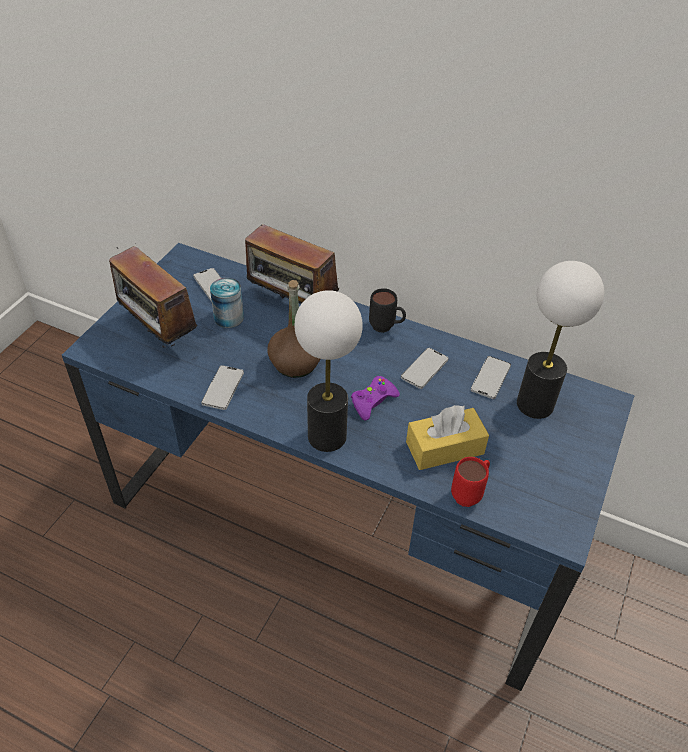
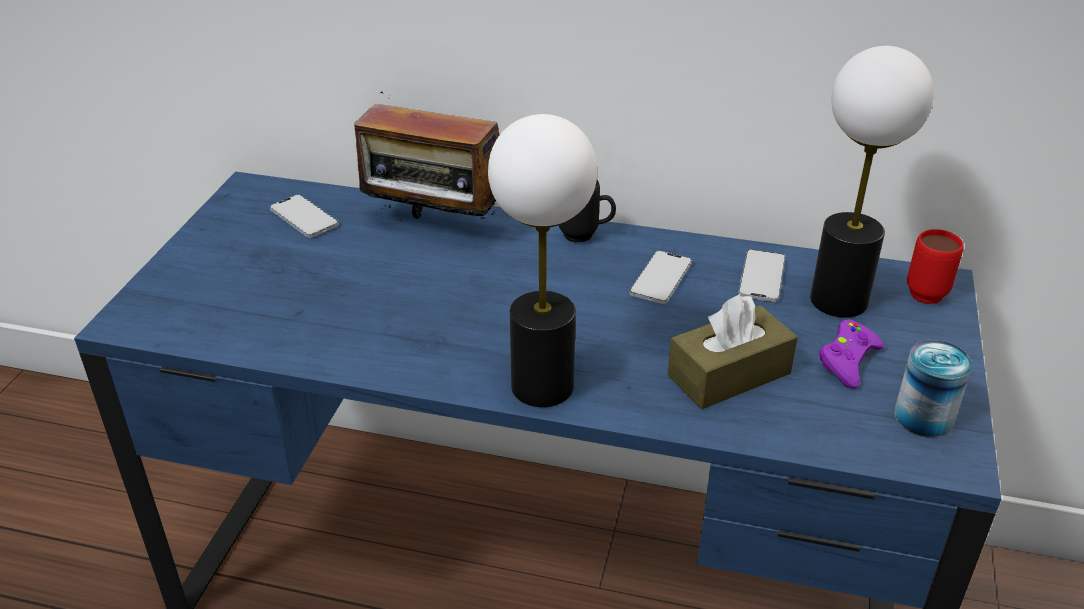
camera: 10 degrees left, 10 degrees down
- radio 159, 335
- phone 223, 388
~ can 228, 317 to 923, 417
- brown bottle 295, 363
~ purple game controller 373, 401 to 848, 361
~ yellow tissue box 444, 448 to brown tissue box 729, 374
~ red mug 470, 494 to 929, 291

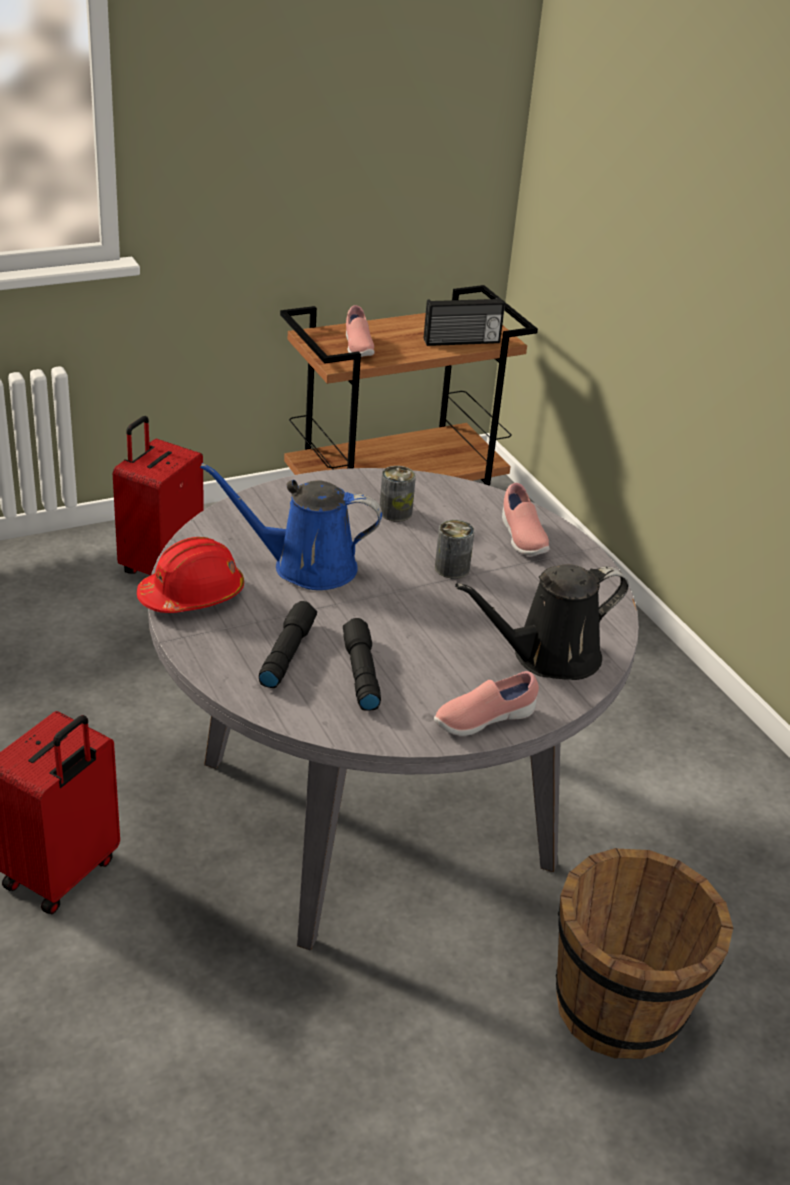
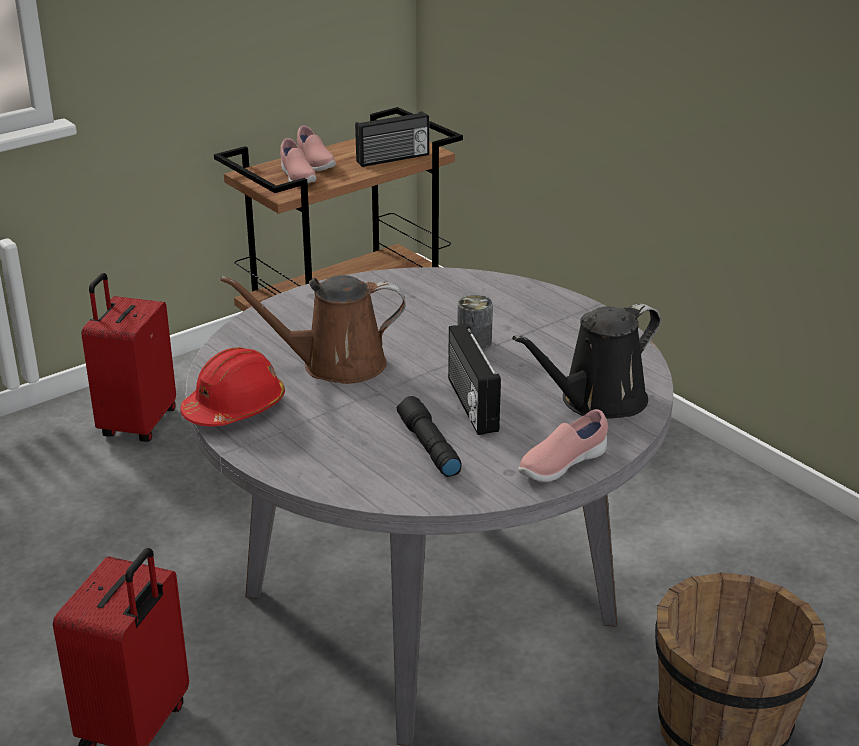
camera: 10 degrees left, 5 degrees down
~ blue watering can 306, 566 to brown watering can 335, 365
- black flashlight 286, 653
- can 395, 512
~ pink shoe 521, 538 to 314, 163
+ radio 470, 405

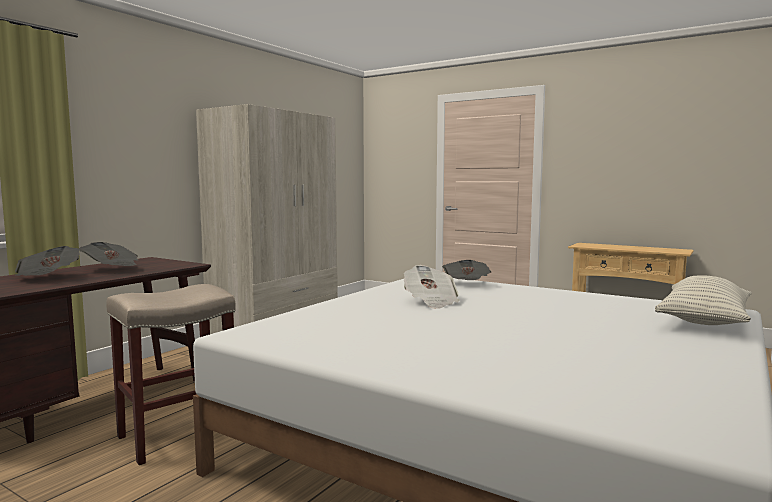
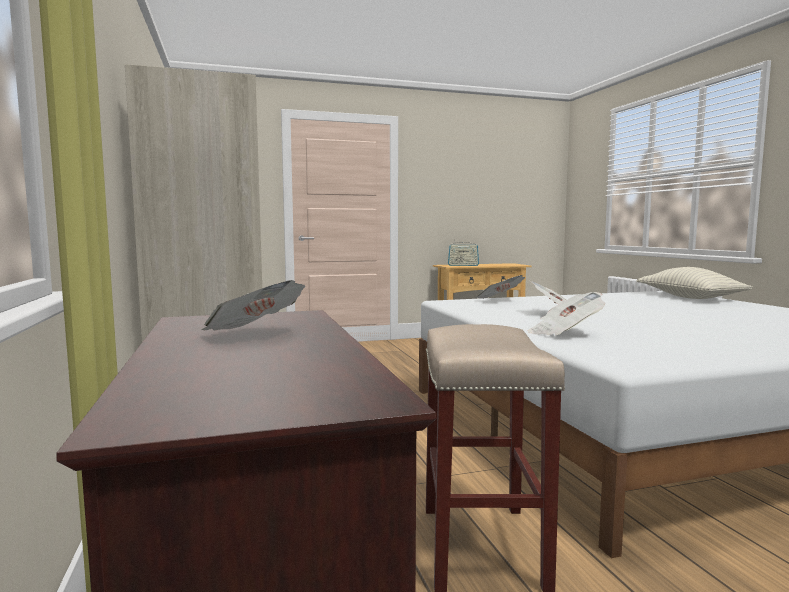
camera: 50 degrees left, 0 degrees up
~ newspaper 49, 278 to 564, 333
+ radio 463, 265

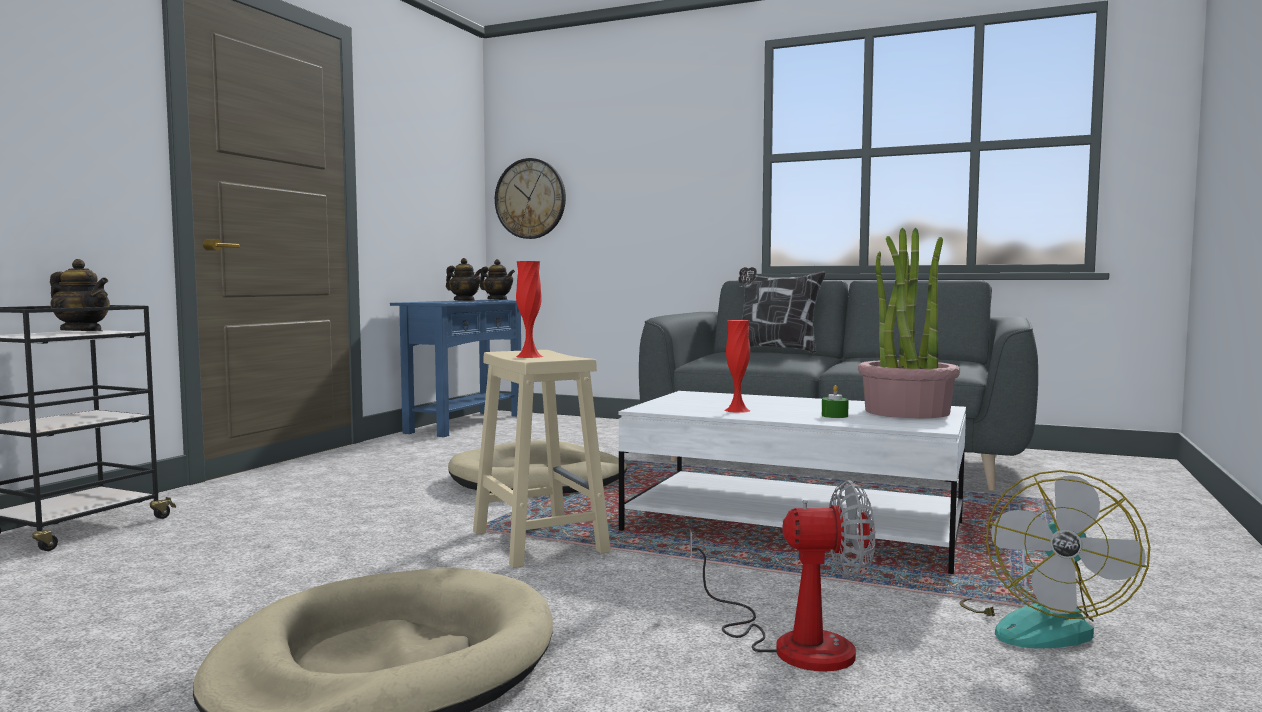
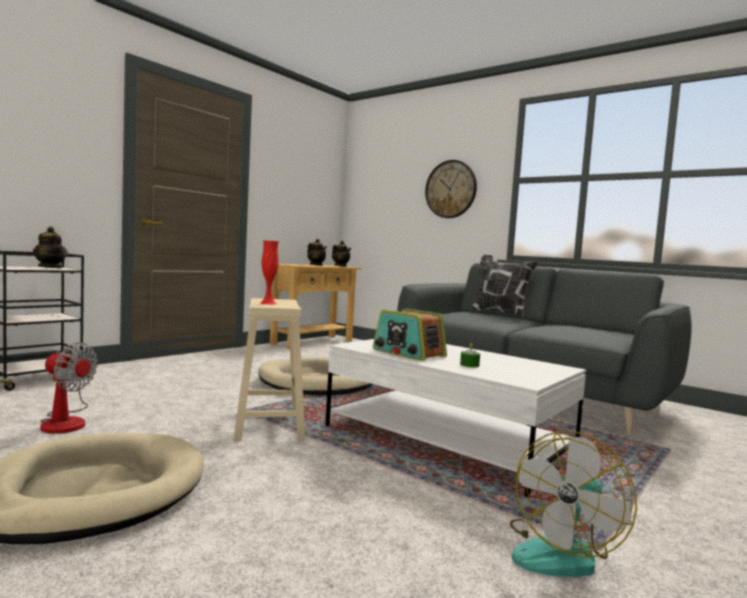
camera: 15 degrees right, 0 degrees up
~ blue console table 466, 424 to beige console table 312, 342
~ wall clock 530, 199 to 451, 189
~ fan 792, 642 to 66, 421
~ red vase 737, 410 to radio 408, 353
- potted plant 906, 412

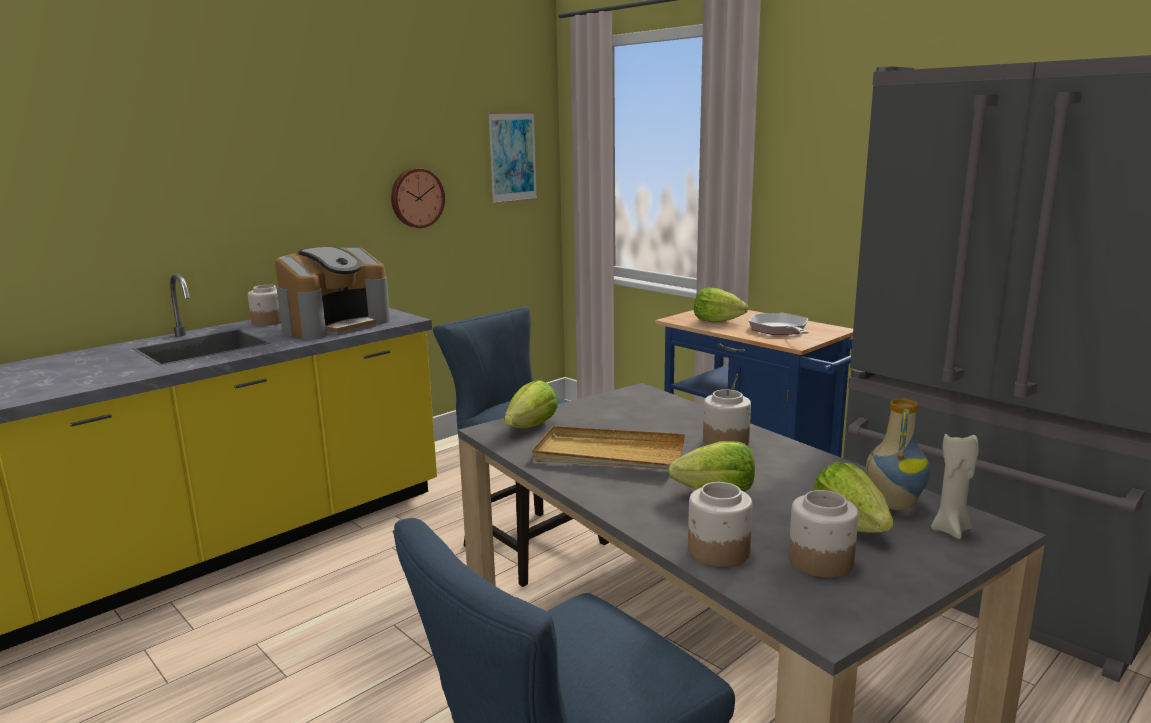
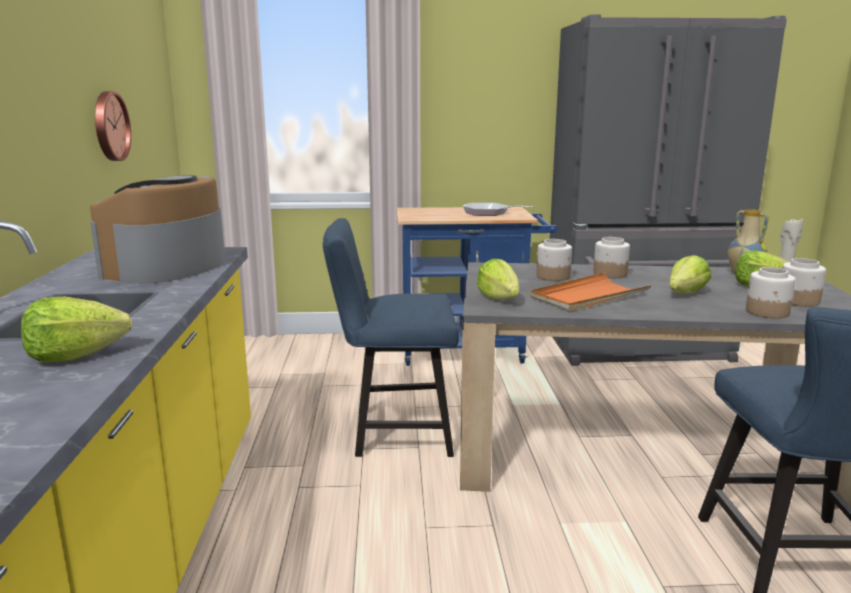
camera: 50 degrees left, 0 degrees up
~ jar 269, 321 to 553, 276
~ coffee machine 335, 325 = 167, 267 150 degrees counterclockwise
- picture 512, 157
~ beige tray 608, 454 to orange tray 588, 296
~ lettuce 717, 321 to 75, 356

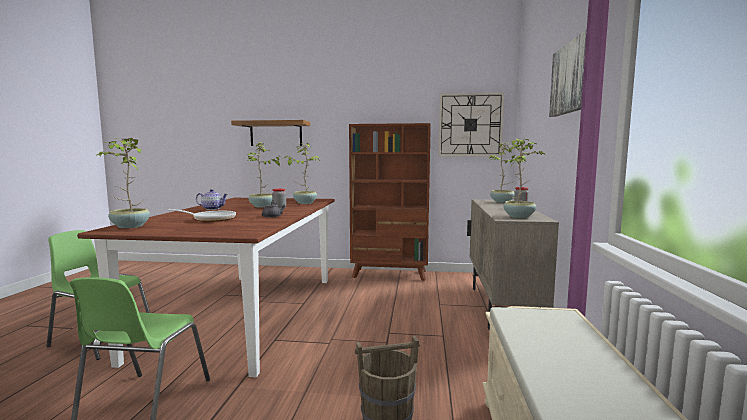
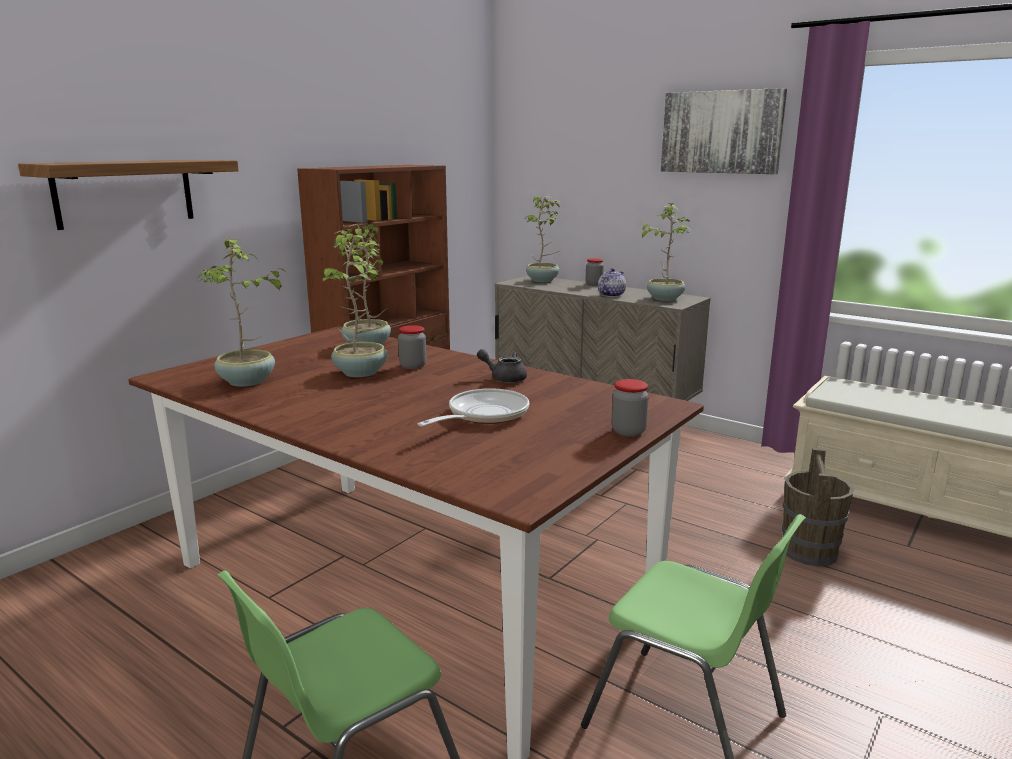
camera: 60 degrees left, 10 degrees up
~ potted plant 129, 226 to 247, 382
~ teapot 212, 209 to 610, 295
- wall clock 470, 125
+ jar 628, 431

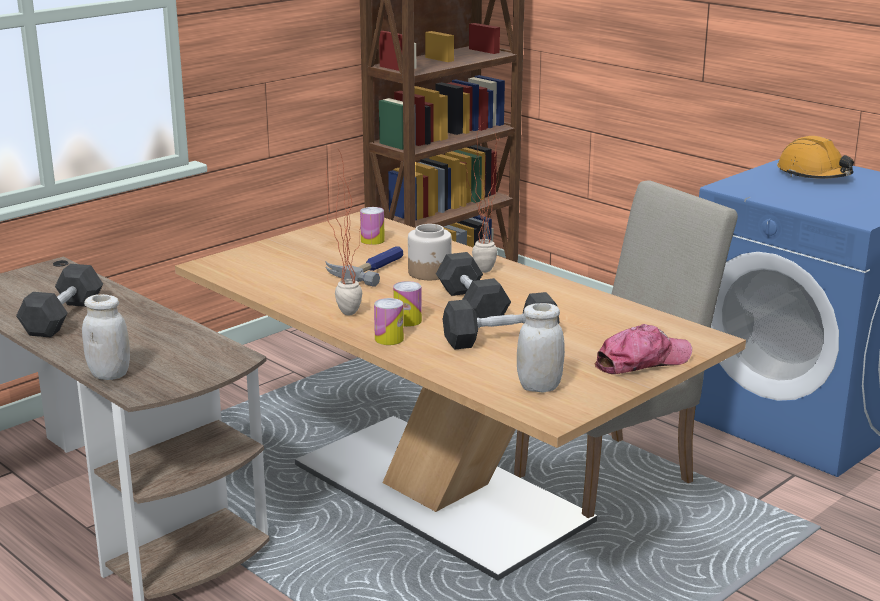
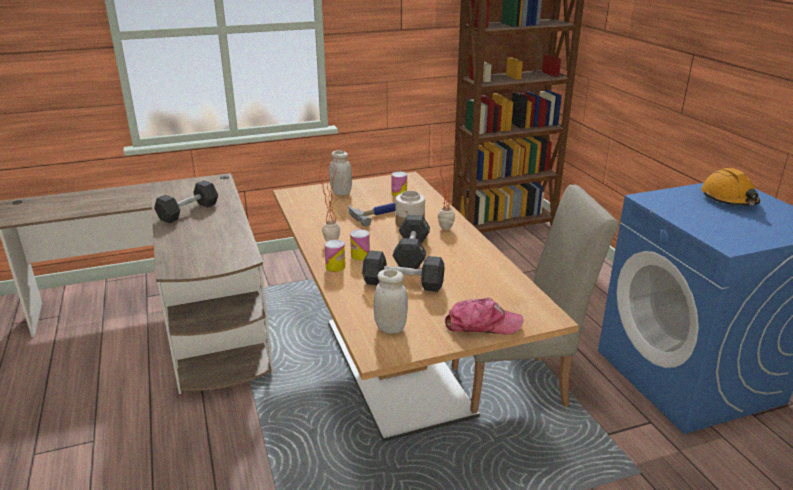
camera: 25 degrees right, 5 degrees up
~ white jar 109, 374 to 341, 193

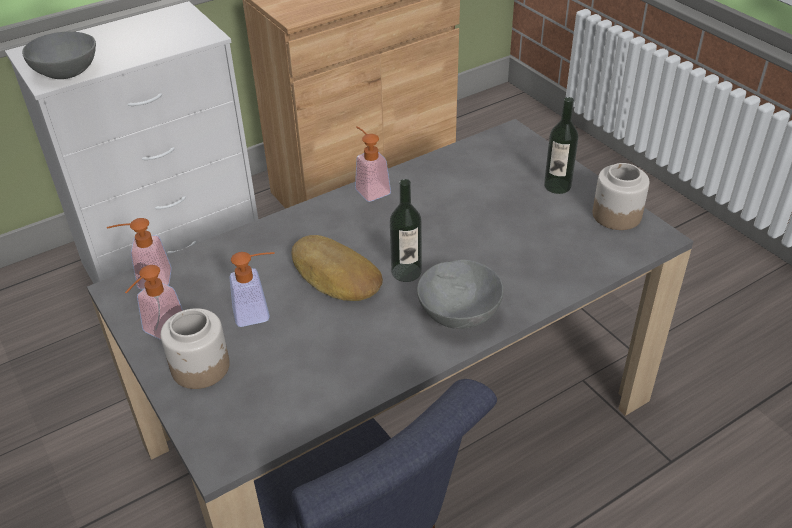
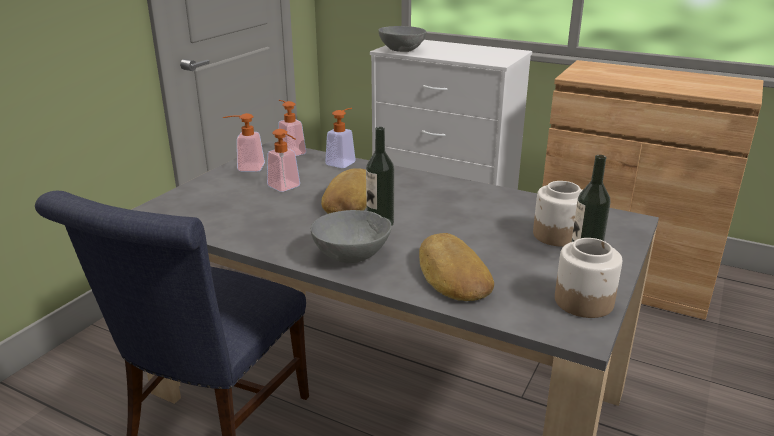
camera: 60 degrees right, 15 degrees down
~ jar 201, 367 to 558, 235
~ soap dispenser 369, 189 to 343, 162
+ bread 451, 276

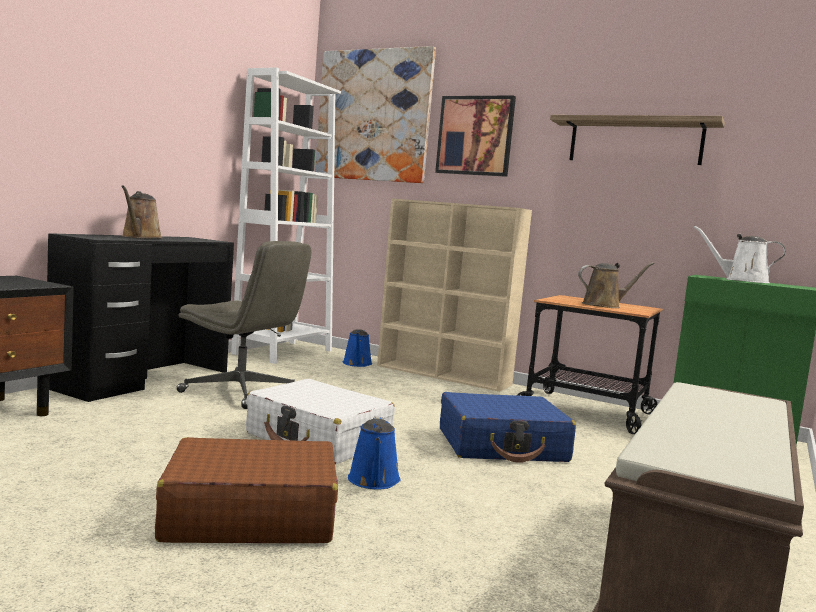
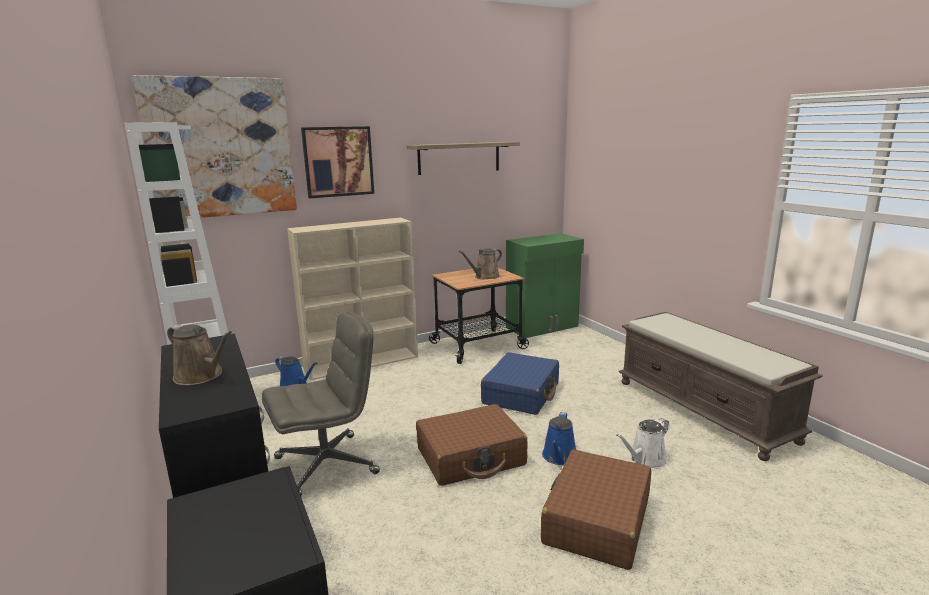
camera: 55 degrees left, 10 degrees up
~ white suitcase 318, 439 to brown suitcase 471, 457
~ blue watering can 374, 481 = 559, 457 75 degrees clockwise
~ brown watering can 604, 305 = 485, 277 150 degrees counterclockwise
~ white watering can 741, 280 to 645, 460

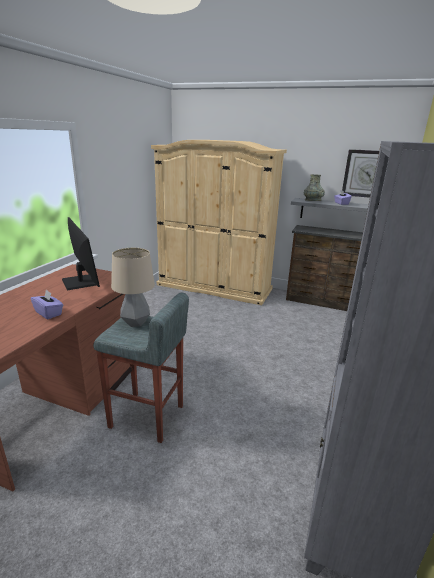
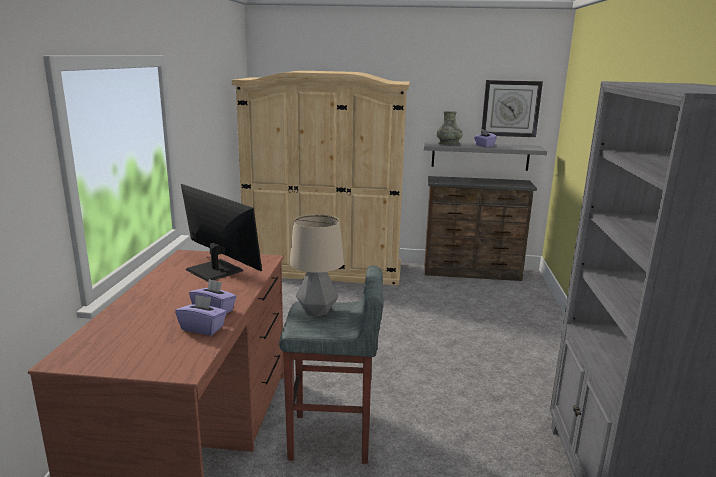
camera: 15 degrees left, 5 degrees down
+ purple tissue box 203, 328

